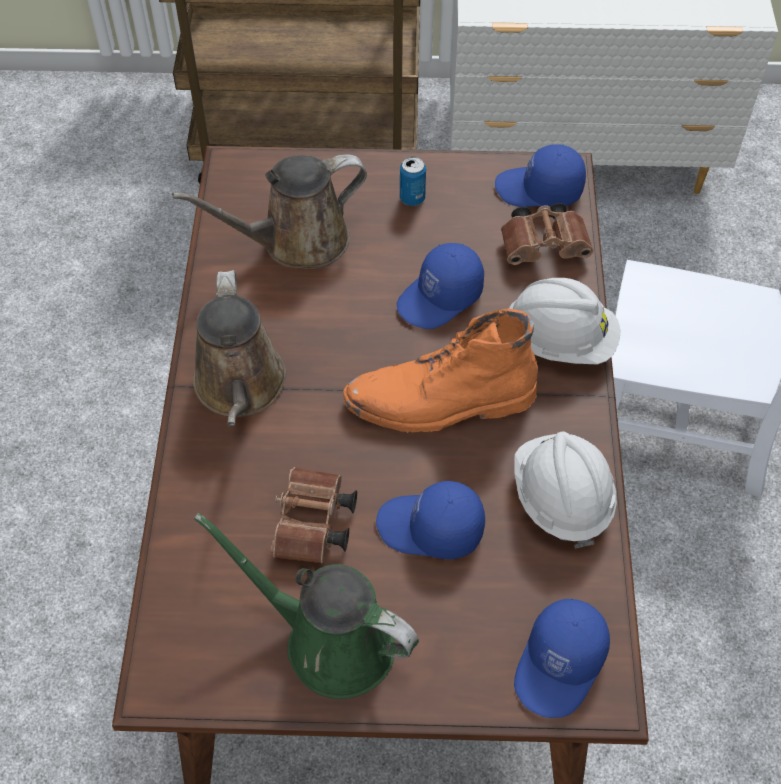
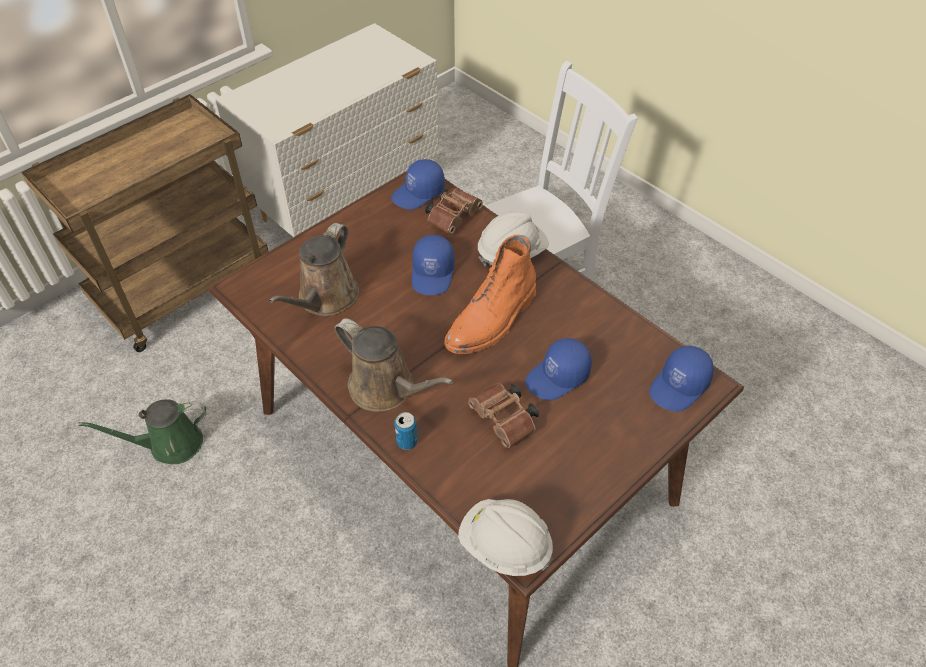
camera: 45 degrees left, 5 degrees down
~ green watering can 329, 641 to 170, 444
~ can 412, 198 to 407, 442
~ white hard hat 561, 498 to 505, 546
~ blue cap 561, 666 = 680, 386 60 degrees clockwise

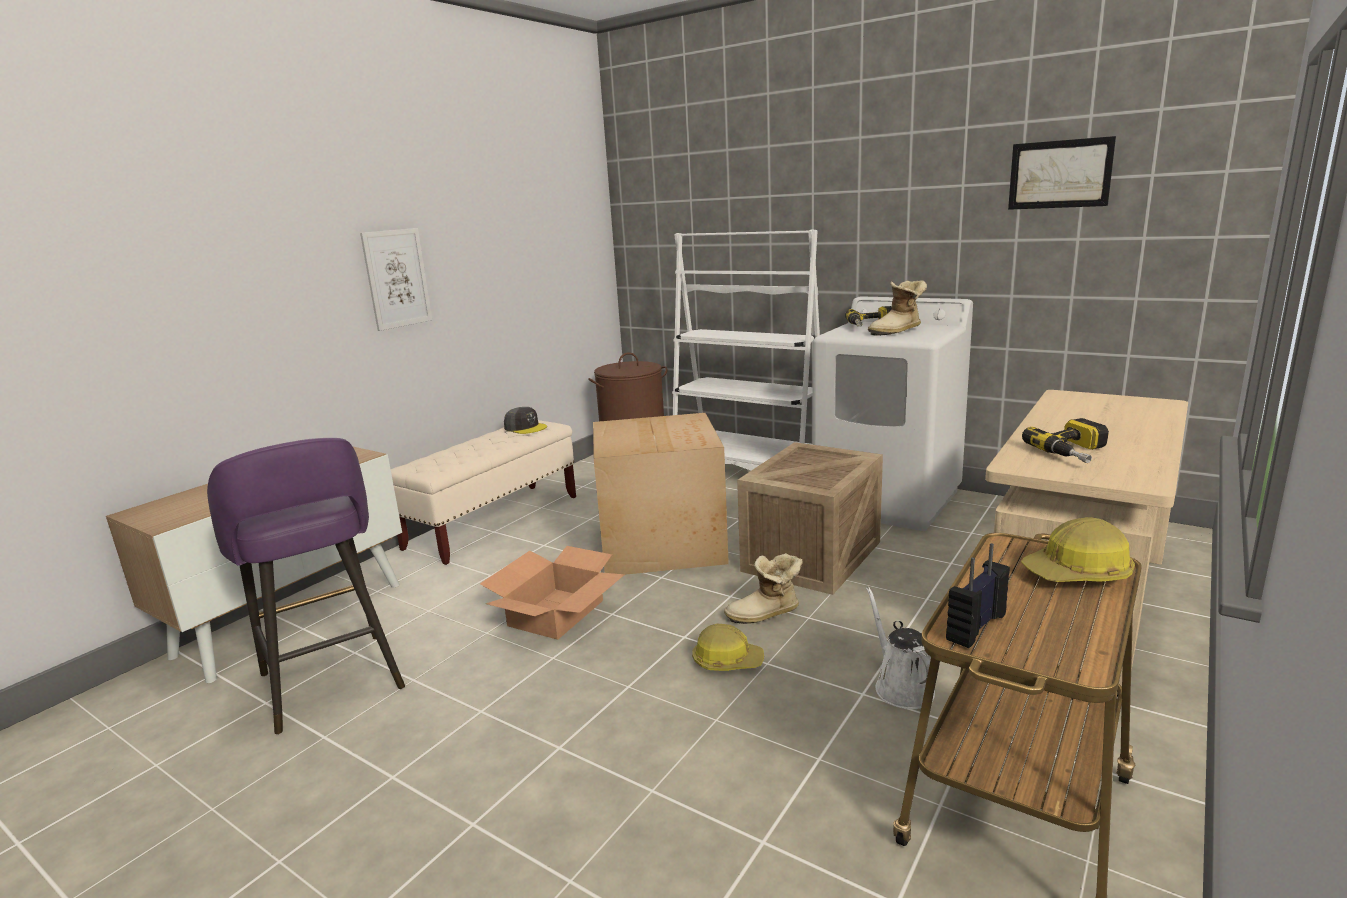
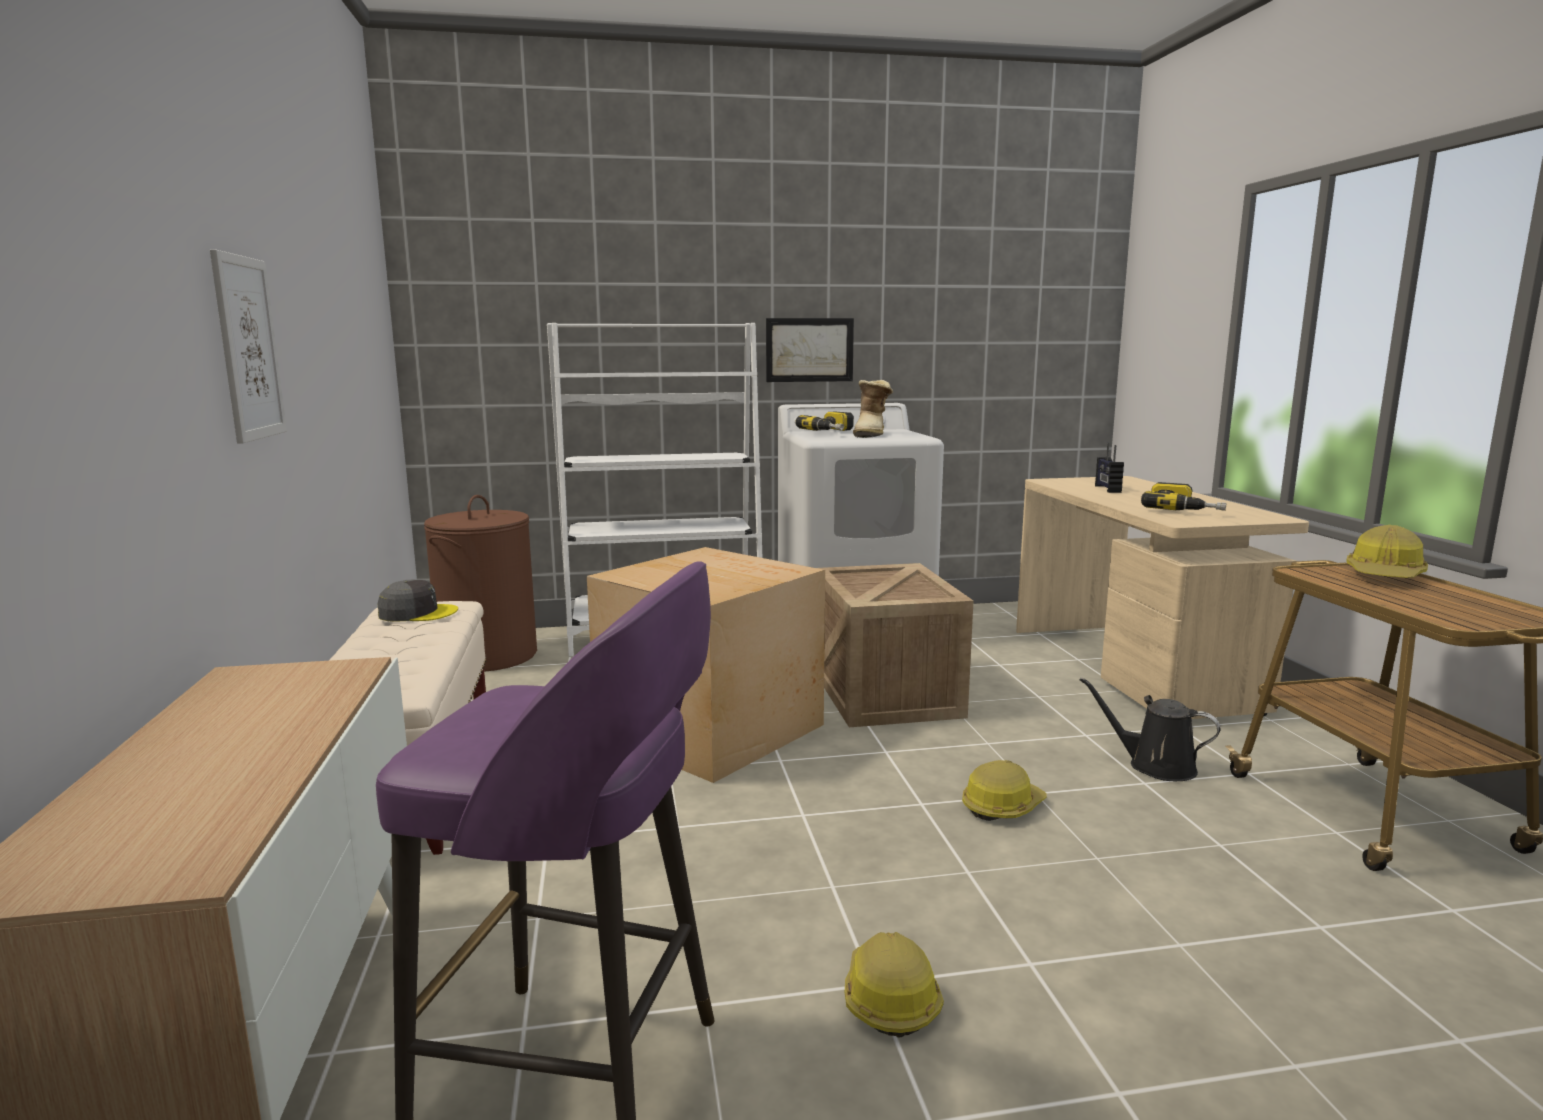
camera: 45 degrees left, 5 degrees down
- cardboard box 556, 613
- boot 765, 615
~ white watering can 900, 687 to black watering can 1155, 766
~ radio 975, 626 to 1107, 489
~ picture 1059, 174 to 809, 350
+ hard hat 889, 998

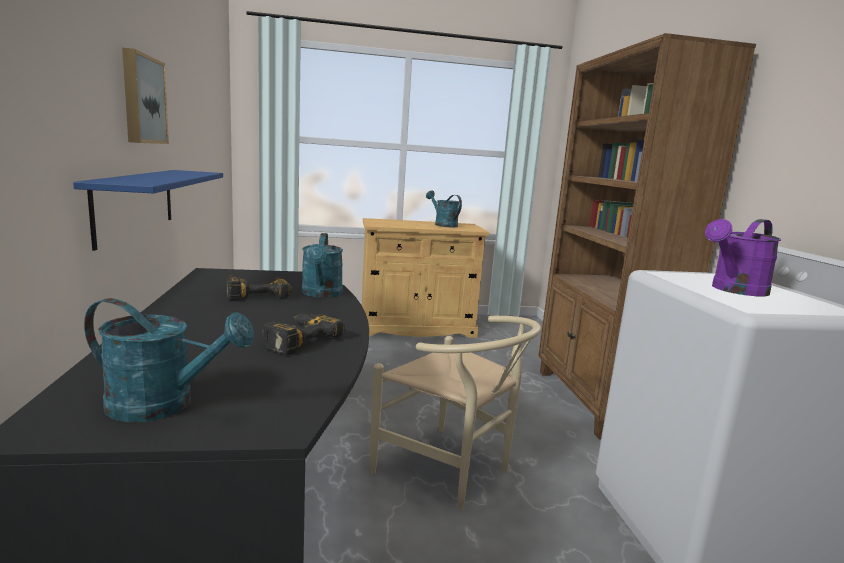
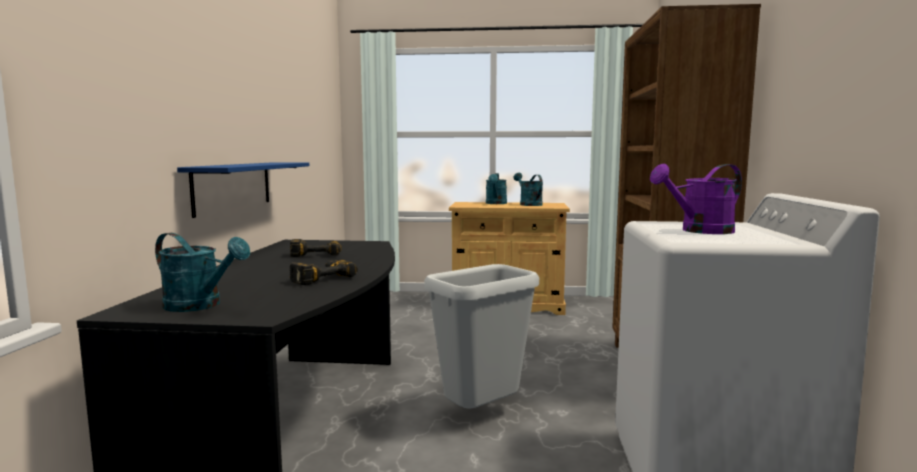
camera: 15 degrees right, 5 degrees down
- picture 142, 99
~ turquoise watering can 321, 294 to 496, 203
~ beige chair 452, 472 to grey trash can 481, 415

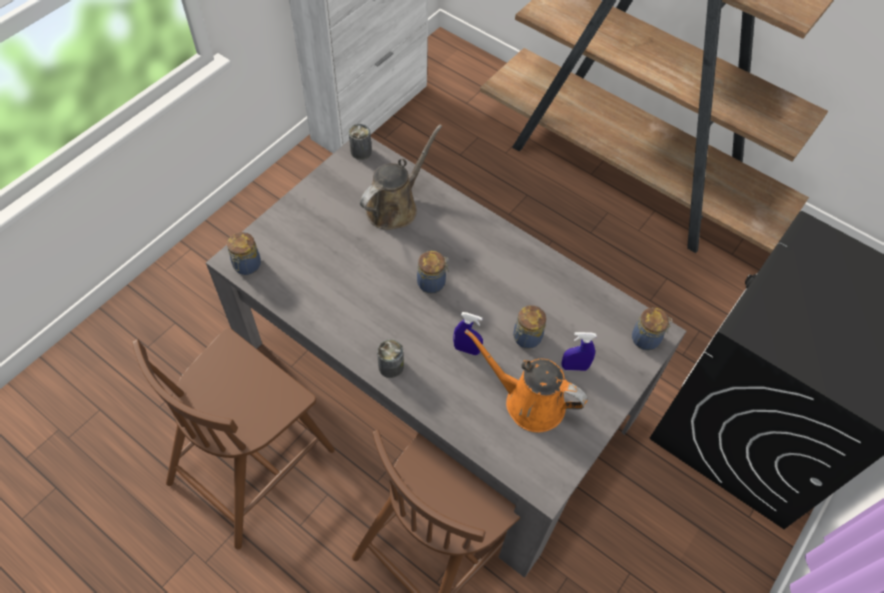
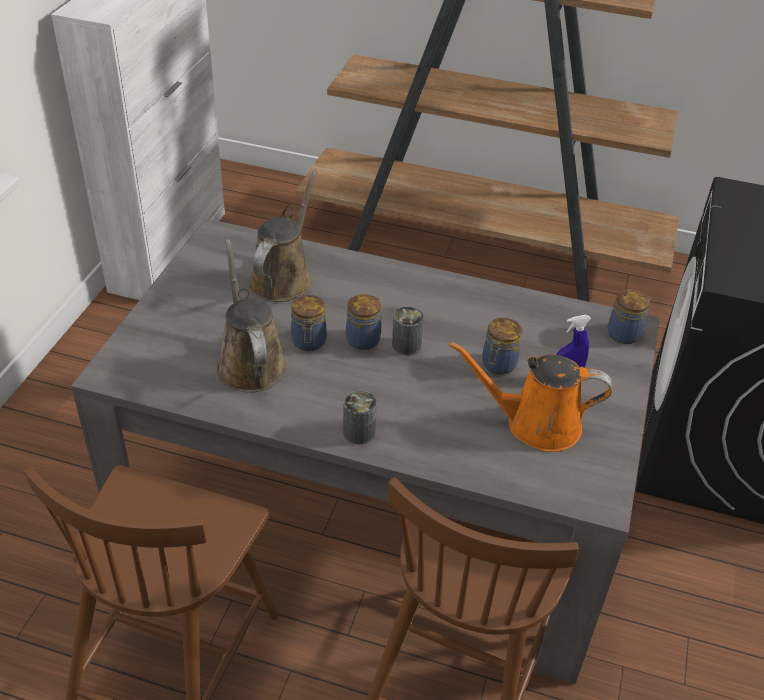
camera: 20 degrees left, 15 degrees down
~ jar 246, 266 to 308, 342
~ can 361, 151 to 406, 345
- blue spray bottle 466, 349
+ brown watering can 250, 362

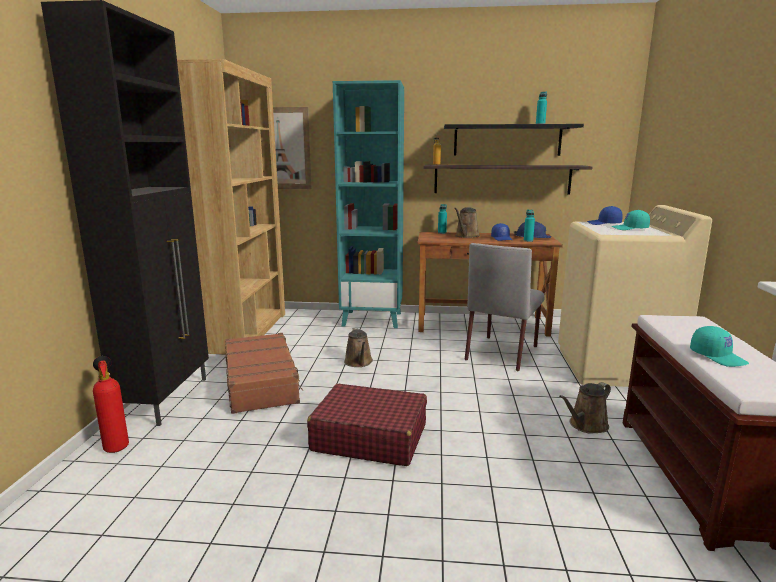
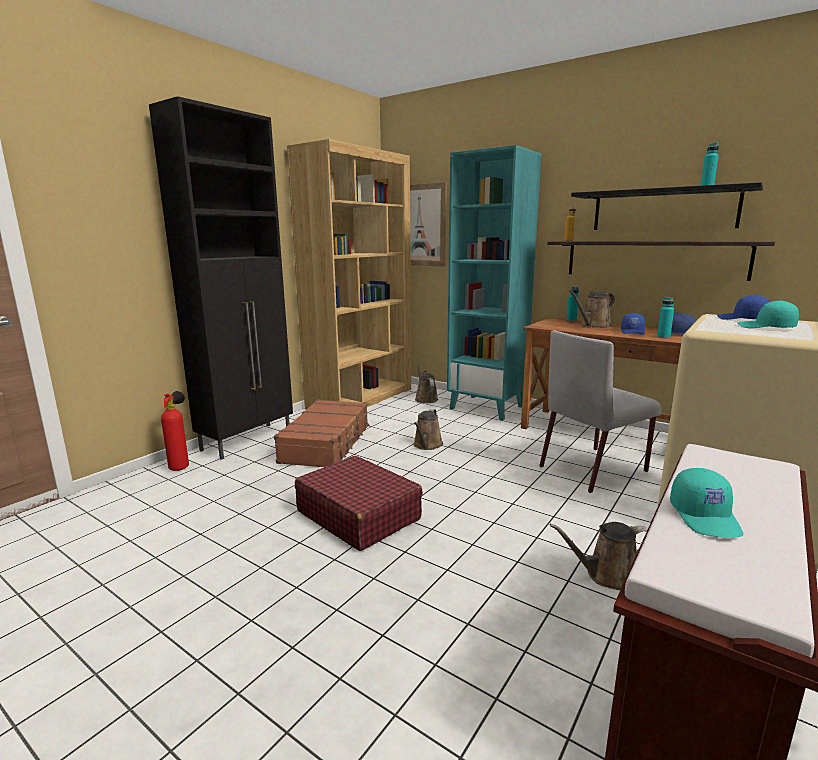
camera: 30 degrees right, 0 degrees up
+ brown watering can 425, 399

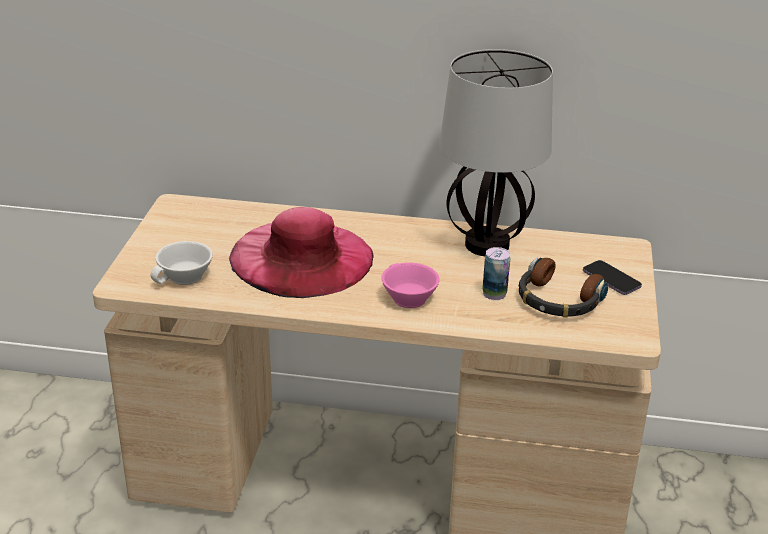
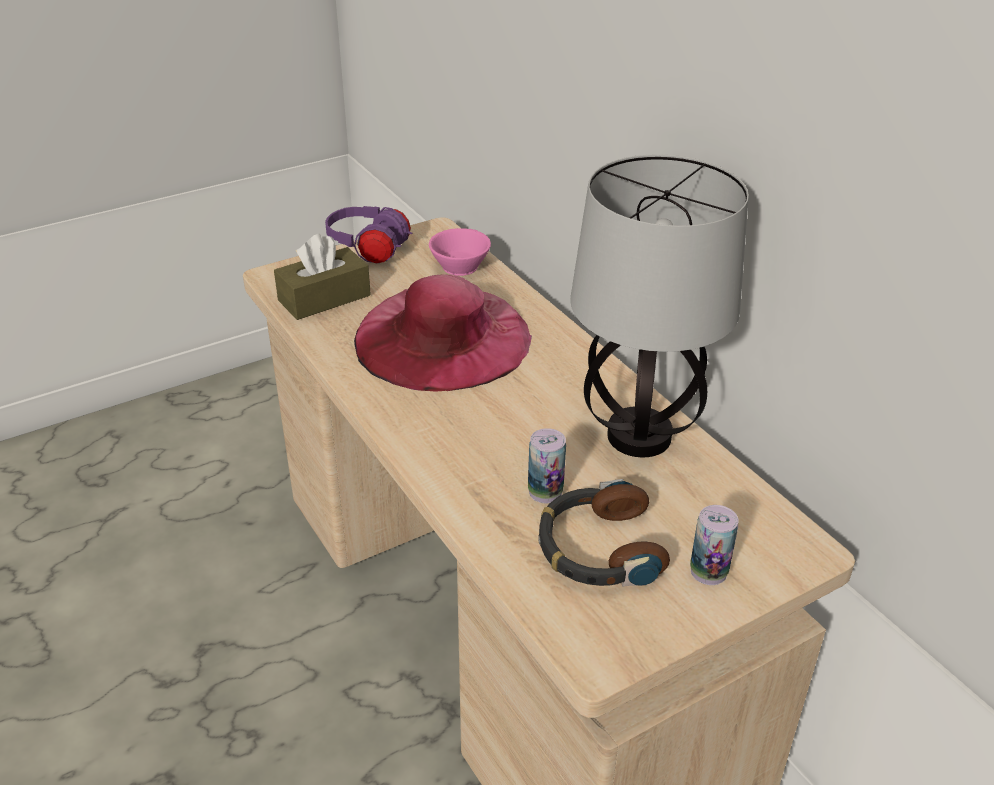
camera: 50 degrees right, 5 degrees up
~ white cup 185, 277 to brown tissue box 324, 298
~ pink cup 406, 298 to 458, 265
~ phone 611, 279 to can 708, 571
+ purple headphones 369, 250

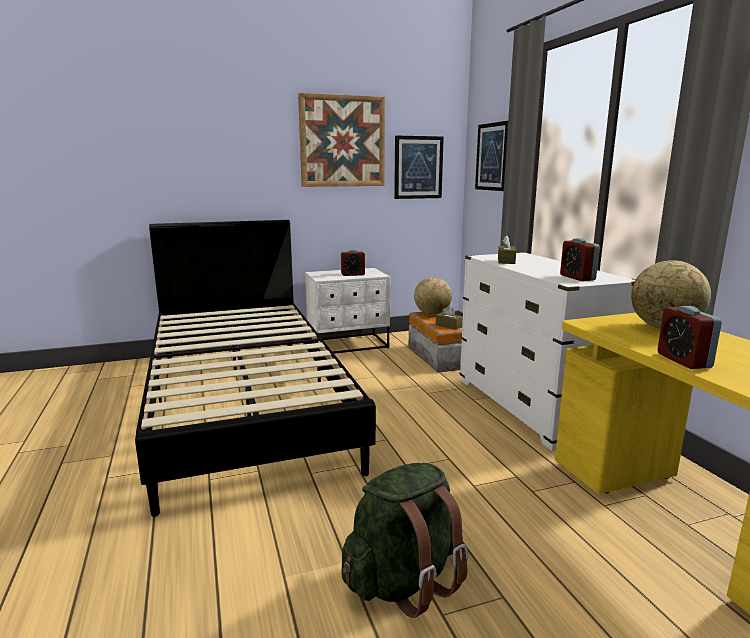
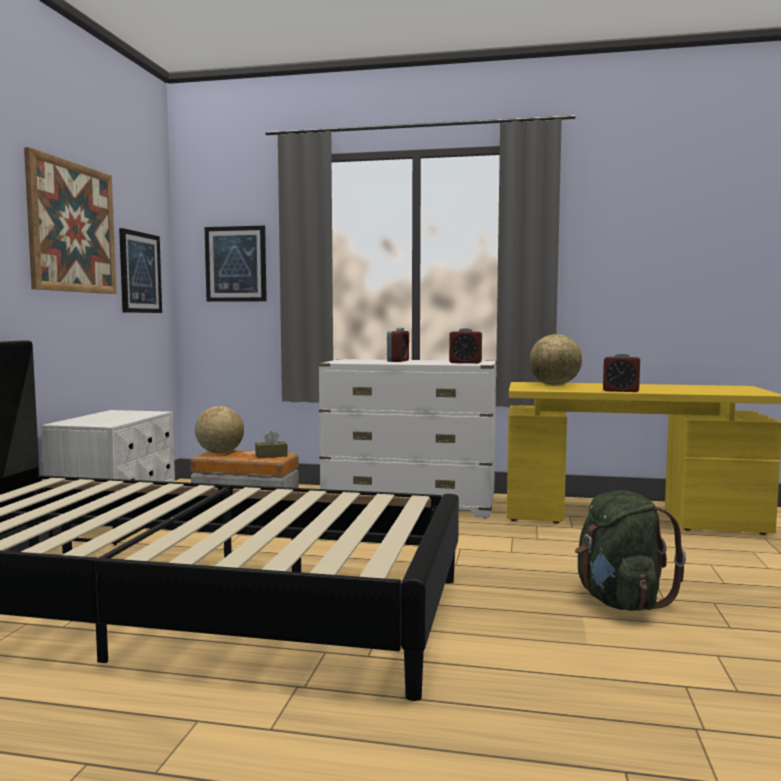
camera: 60 degrees left, 10 degrees down
~ alarm clock 353, 274 to 398, 361
- brown tissue box 506, 261

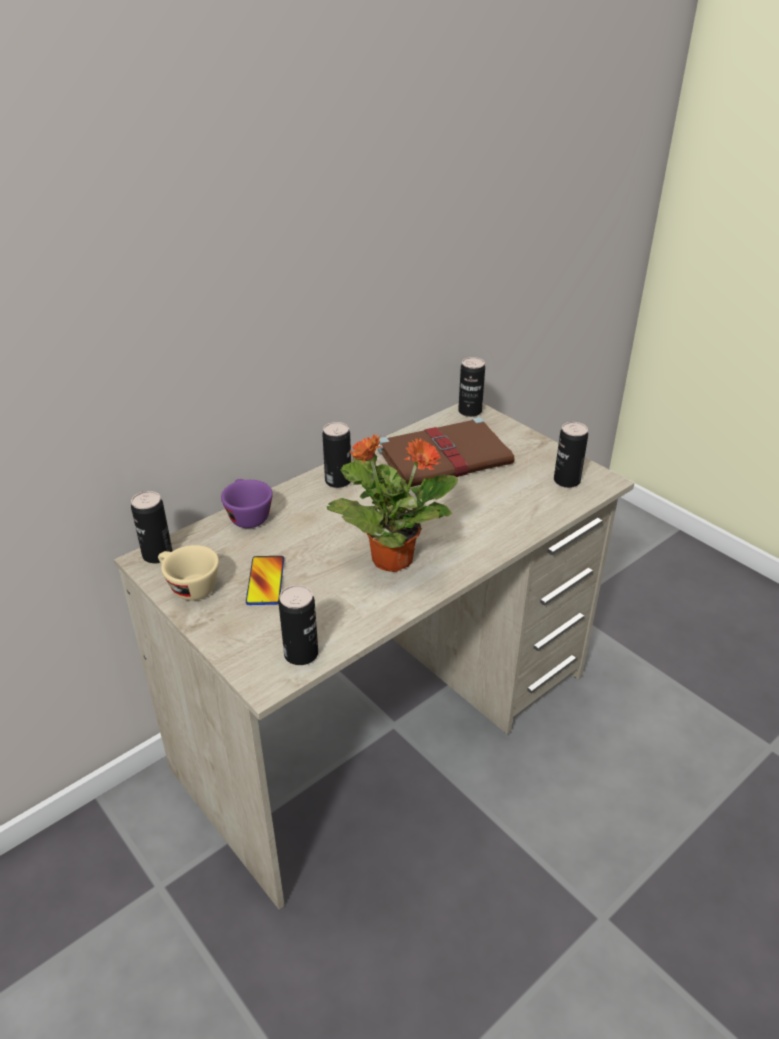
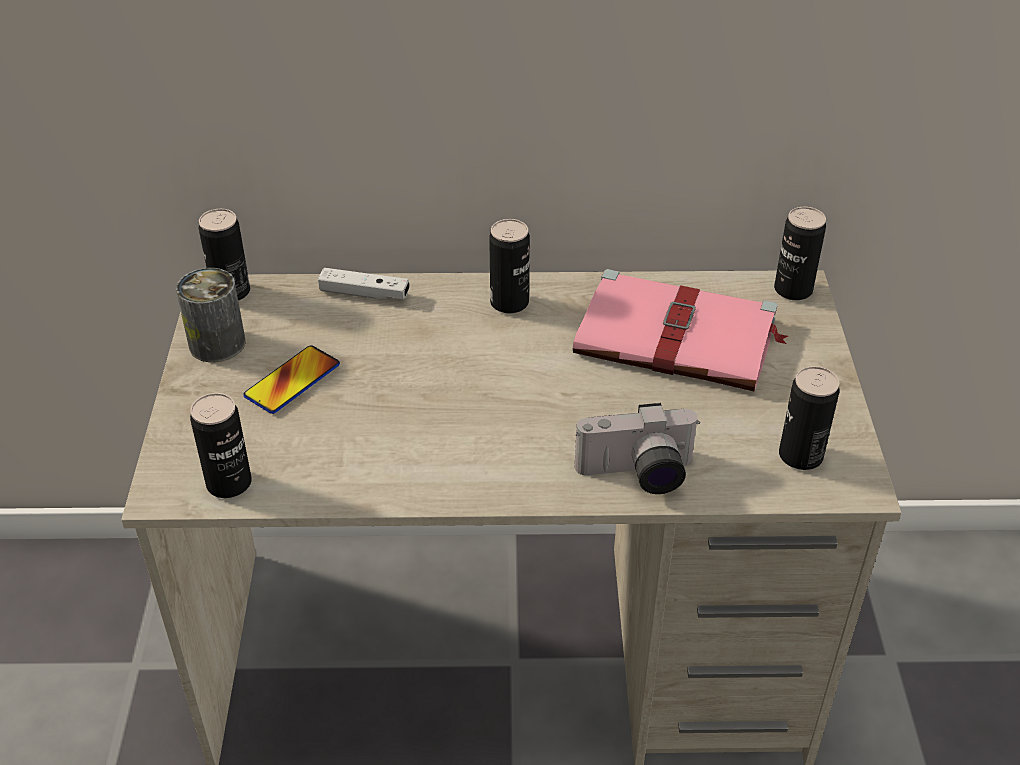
camera: 40 degrees right, 5 degrees up
~ beige cup 188, 587 to can 217, 344
~ purple cup 247, 515 to white game controller 364, 293
- potted plant 391, 558
~ brown book 446, 457 to pink book 679, 338
+ photo camera 637, 475

